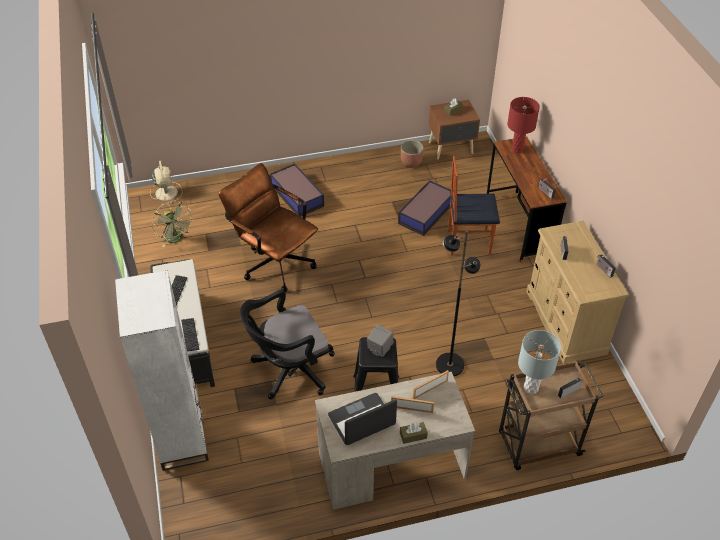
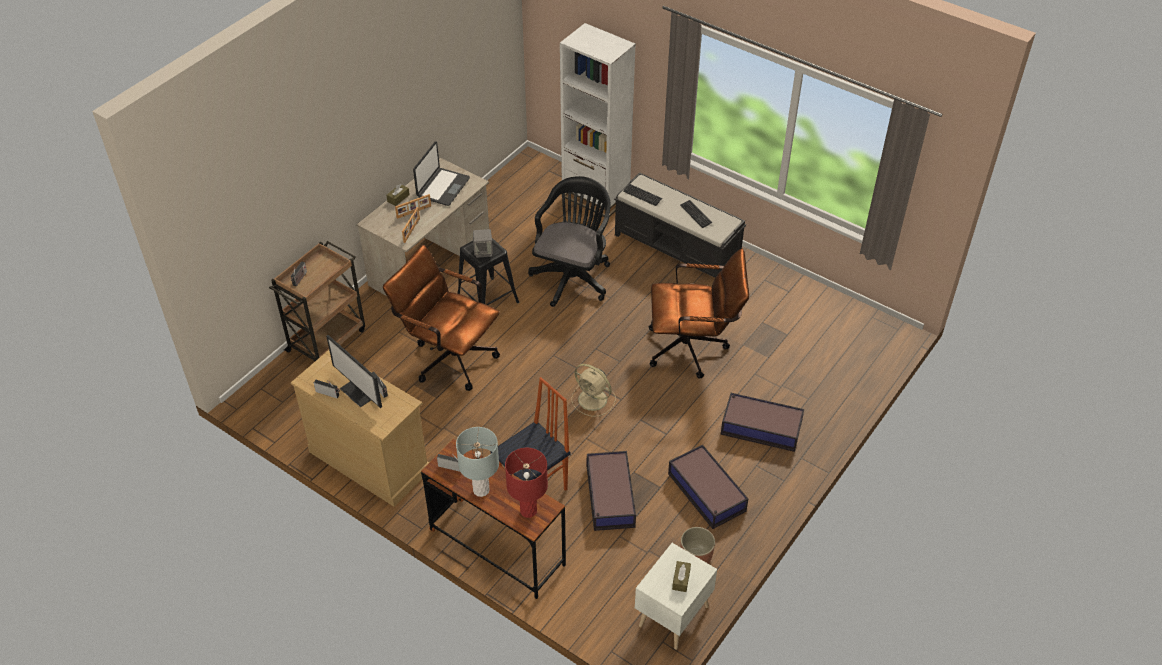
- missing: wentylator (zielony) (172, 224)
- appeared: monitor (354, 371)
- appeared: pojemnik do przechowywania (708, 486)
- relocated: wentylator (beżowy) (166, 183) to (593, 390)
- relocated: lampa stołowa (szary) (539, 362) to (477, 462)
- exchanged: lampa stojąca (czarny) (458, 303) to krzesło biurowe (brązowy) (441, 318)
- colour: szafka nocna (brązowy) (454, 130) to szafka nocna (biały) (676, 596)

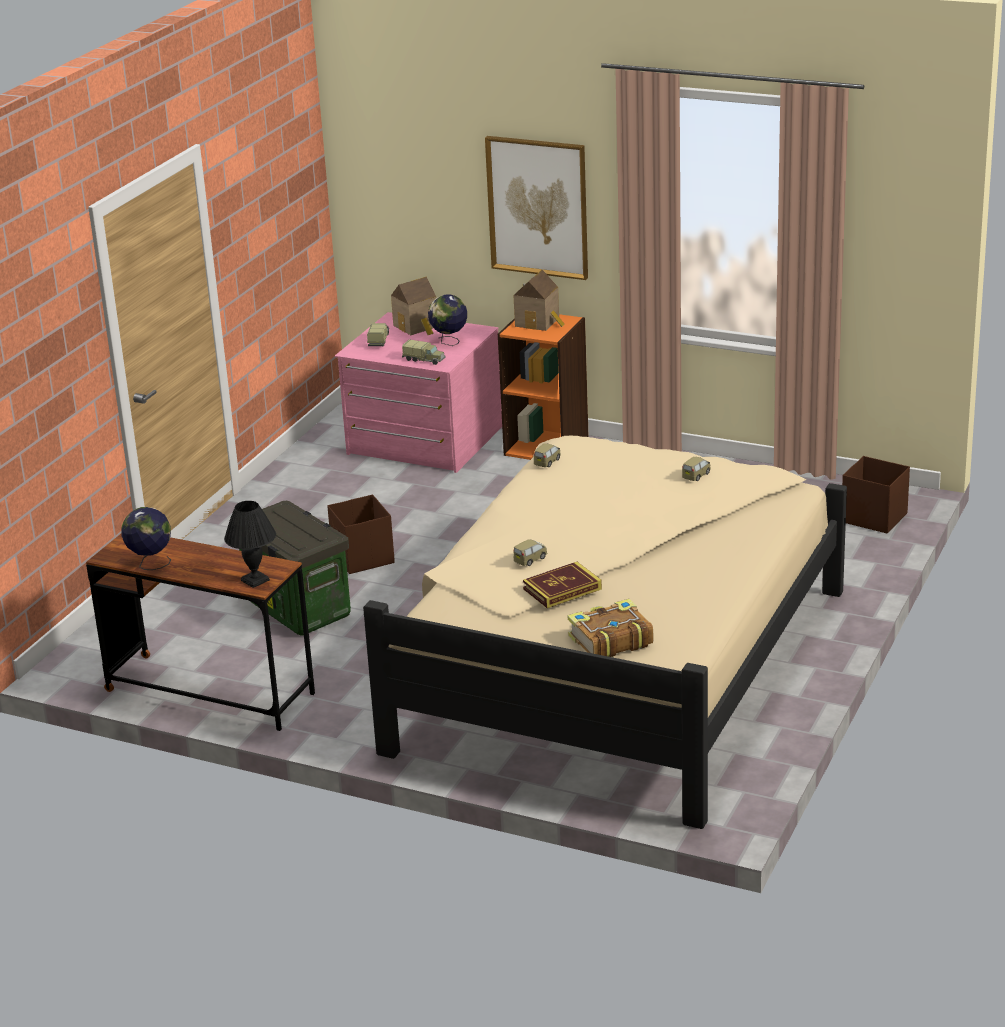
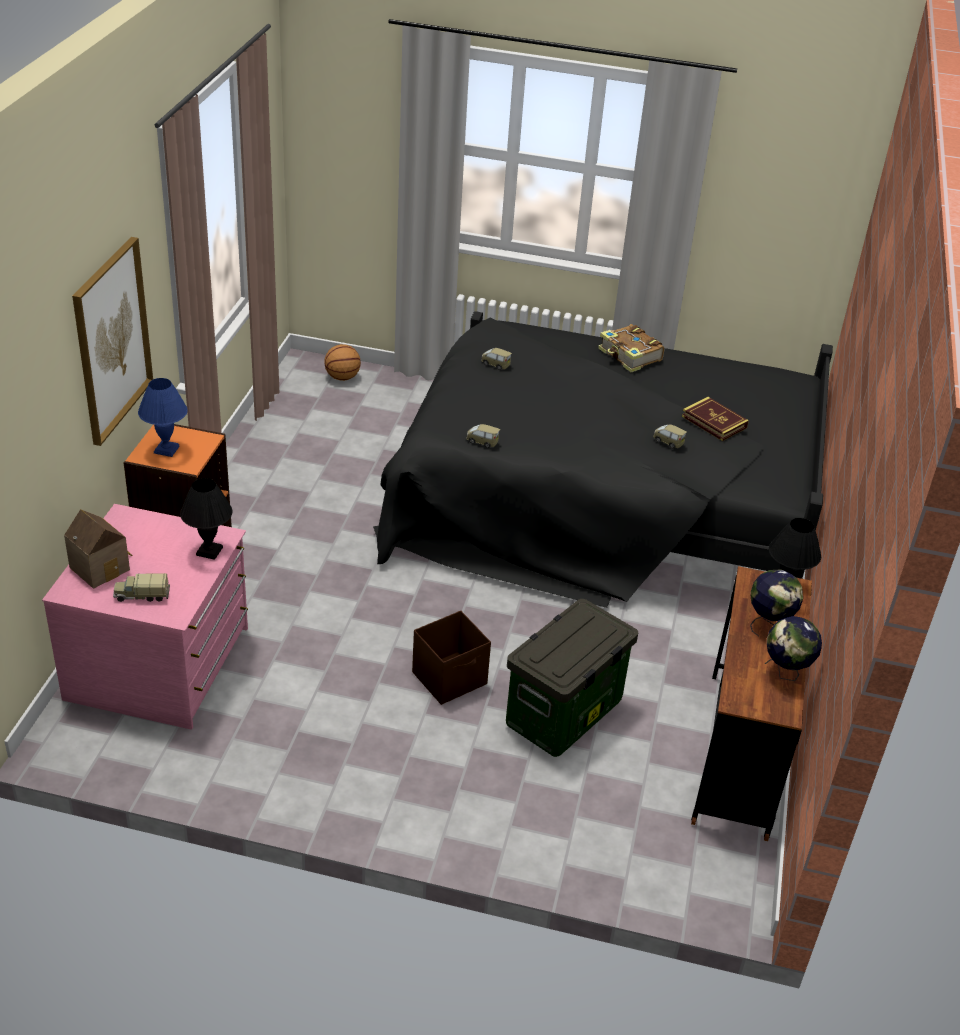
- relocated: globus (447, 320) to (776, 602)
- relocated: książka (610, 628) to (631, 348)
- exchanged: ciężarówka zabawkowa (424, 352) to lampa stołowa (czarny) (206, 519)
- exchanged: domek (539, 300) to lampa stołowa (niebieski) (163, 417)
- exchanged: pojemnik do przechowywania (brązowy) (876, 494) to piłka do koszykówki (342, 362)
- colour: łóżko (beżowy) (605, 632) to łóżko (czarny) (603, 459)

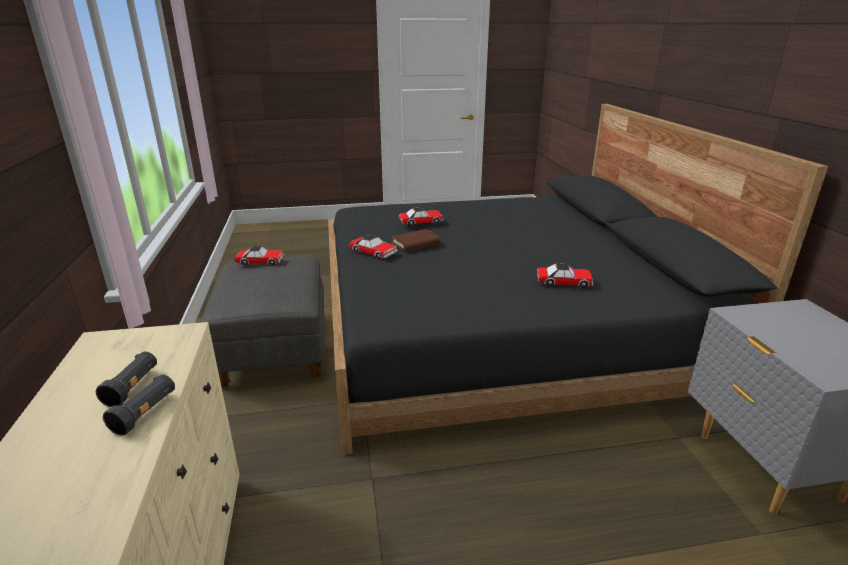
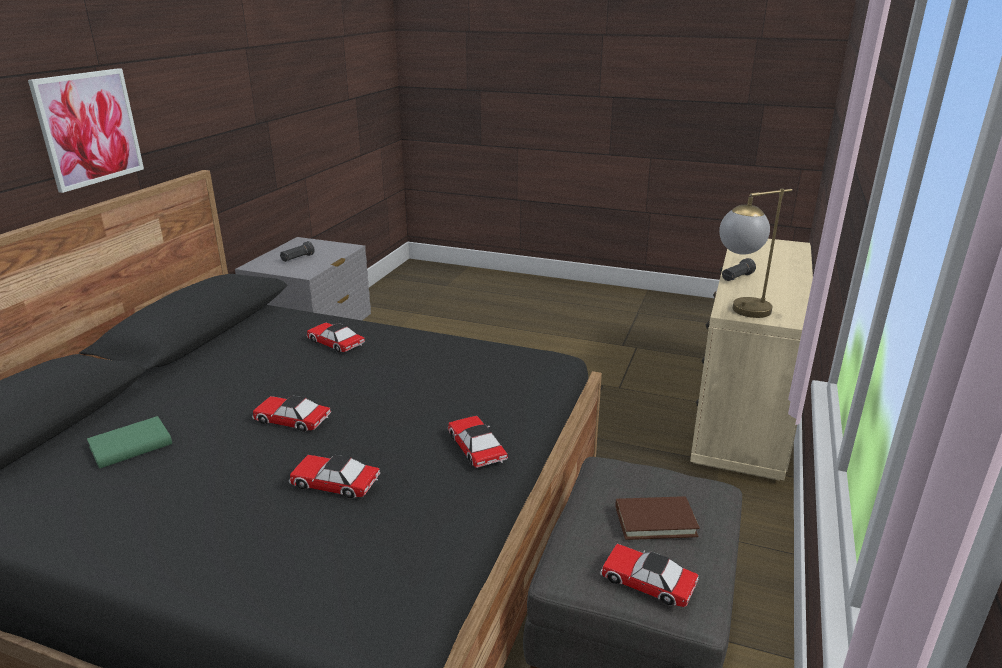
- appeared: obraz (86, 130)
- appeared: książka (zielony) (129, 442)
- appeared: samochodzik (291, 414)
- appeared: lampa stołowa (755, 253)
- relocated: latarka (czarny) (126, 379) to (297, 251)
- relocated: książka (brązowy) (416, 240) to (658, 518)

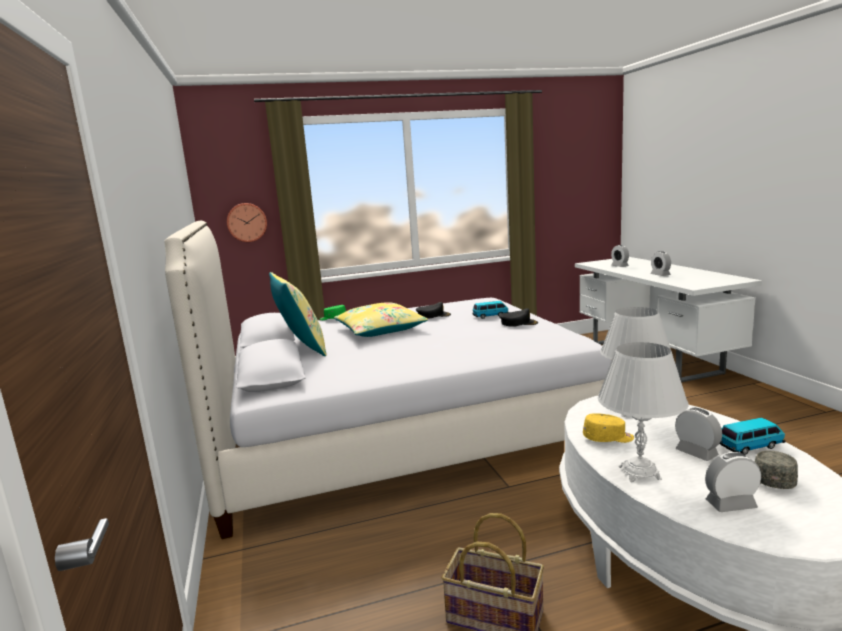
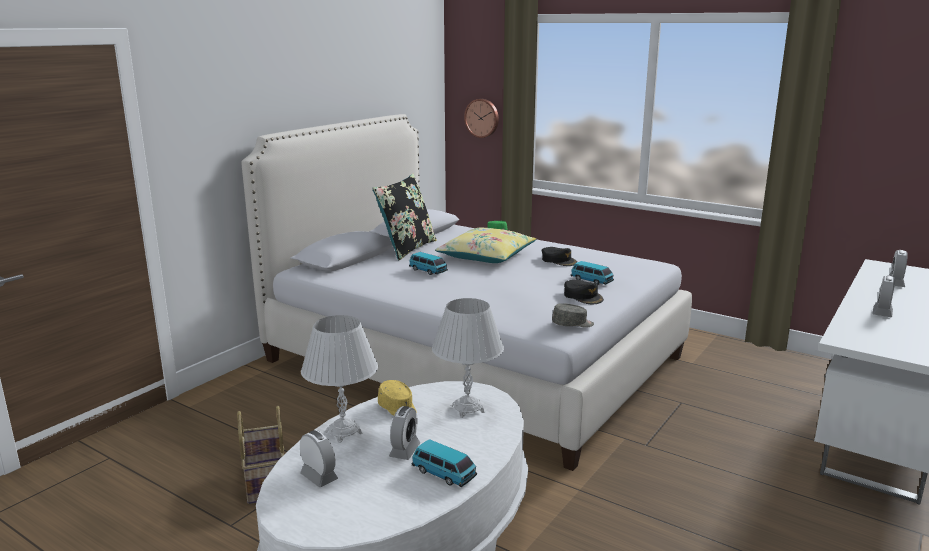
- appeared: samochodzik (428, 263)
- relocated: czapka z daszkiem (szary) (776, 470) to (573, 315)
- colour: poduszka (żółty) (298, 314) to poduszka (czarny) (404, 217)

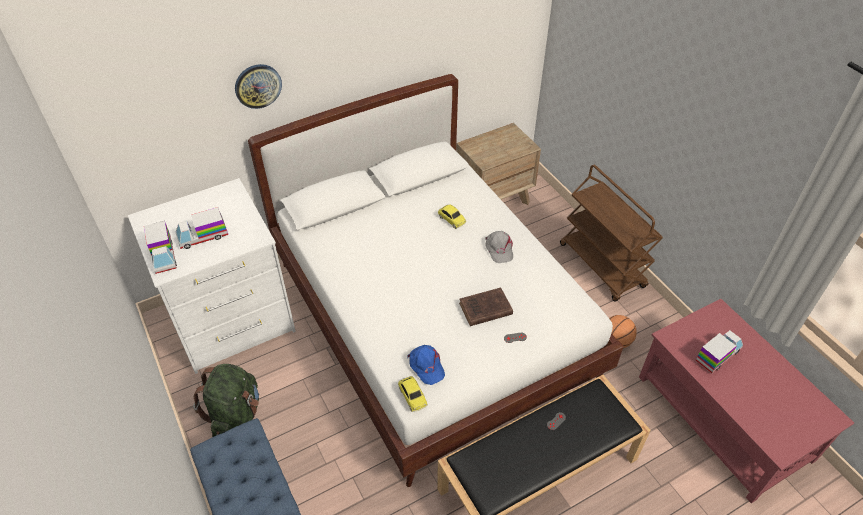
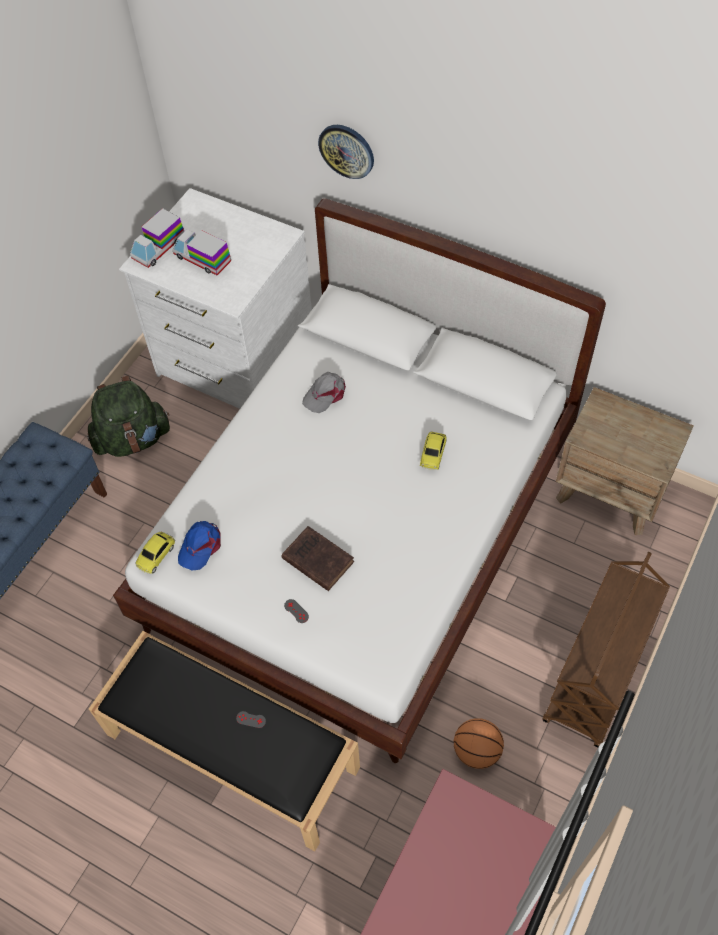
- missing: ciężarówka zabawkowa (719, 351)
- relocated: czapka z daszkiem (szary) (499, 247) to (324, 392)

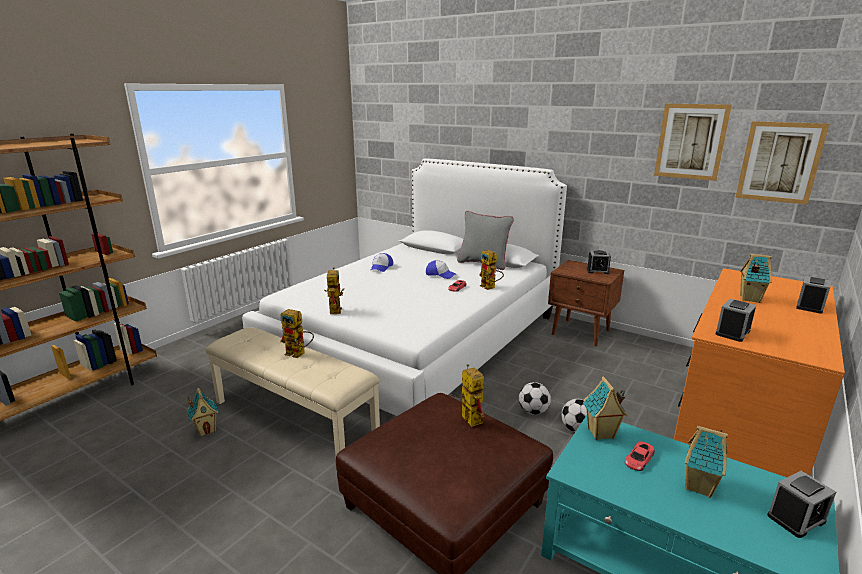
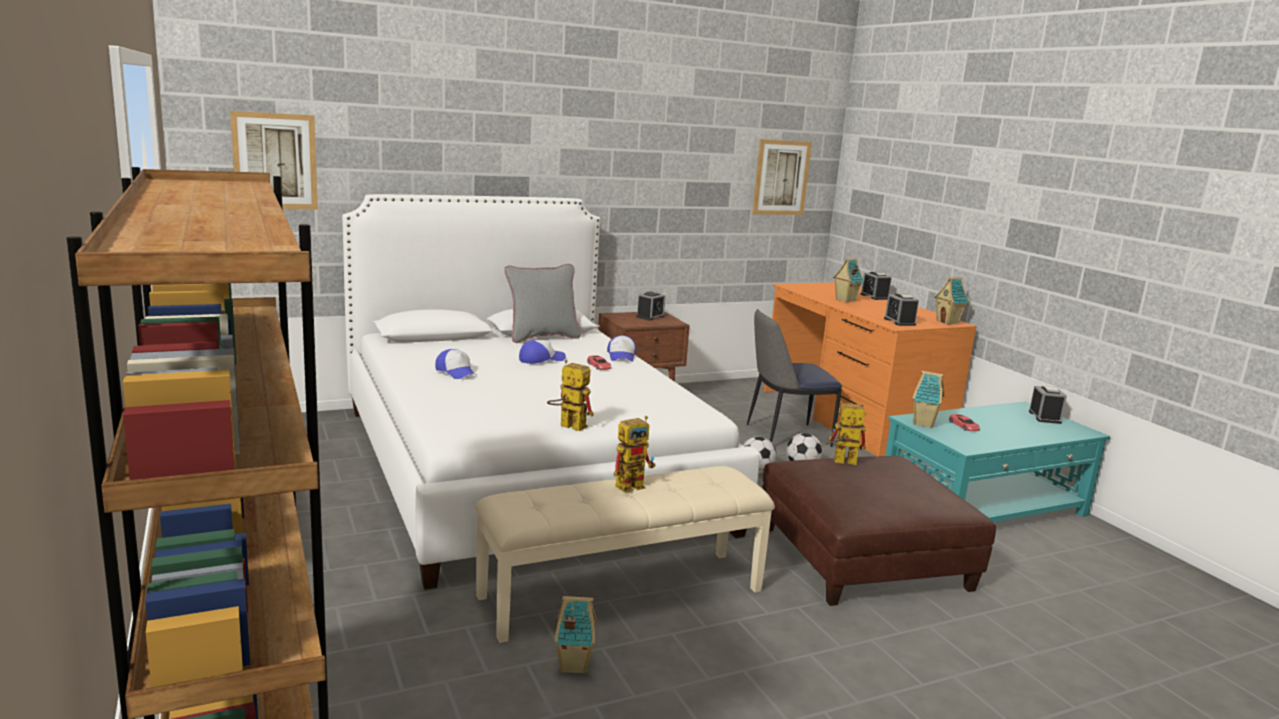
- appeared: krzesło (794, 378)
- relocated: obraz (693, 142) to (274, 160)
- relocated: domek (706, 462) to (951, 301)
- exchanged: robot zabawkowy (491, 270) to czapka z daszkiem (622, 348)

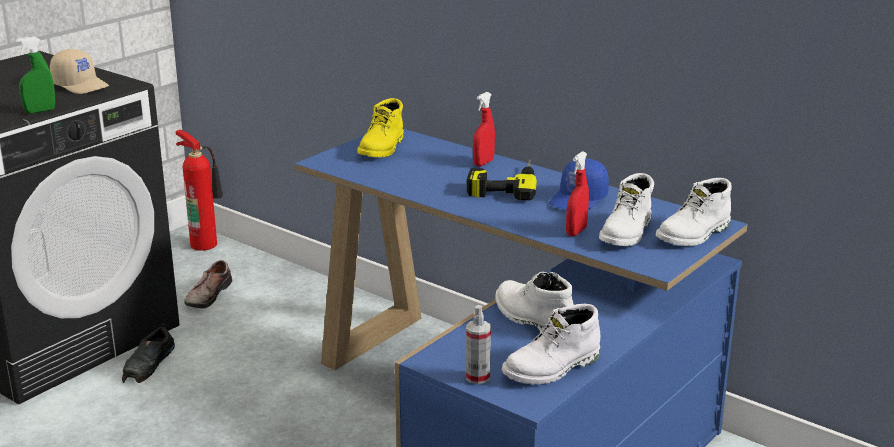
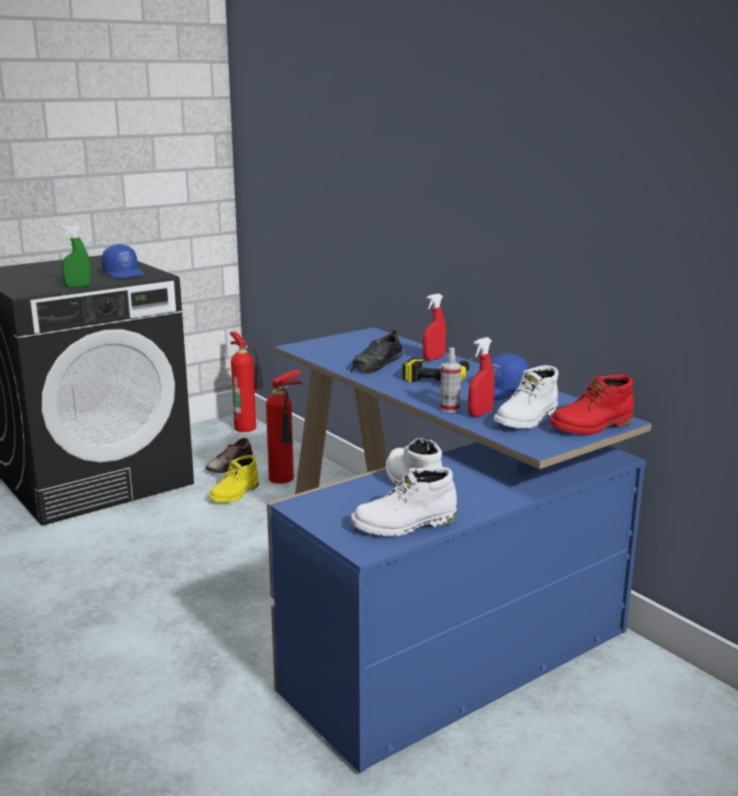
- appeared: gaśnica (284, 427)
- relocated: but (czarny) (148, 353) to (377, 352)
- relocated: but z cholewką (żółty) (380, 127) to (233, 479)
- relocated: spryskiwacz (478, 344) to (450, 380)
- colour: czapka z daszkiem (beżowy) (79, 71) to czapka z daszkiem (niebieski) (123, 261)
- colour: but z cholewką (biały) (694, 212) to but z cholewką (czerwony) (591, 405)

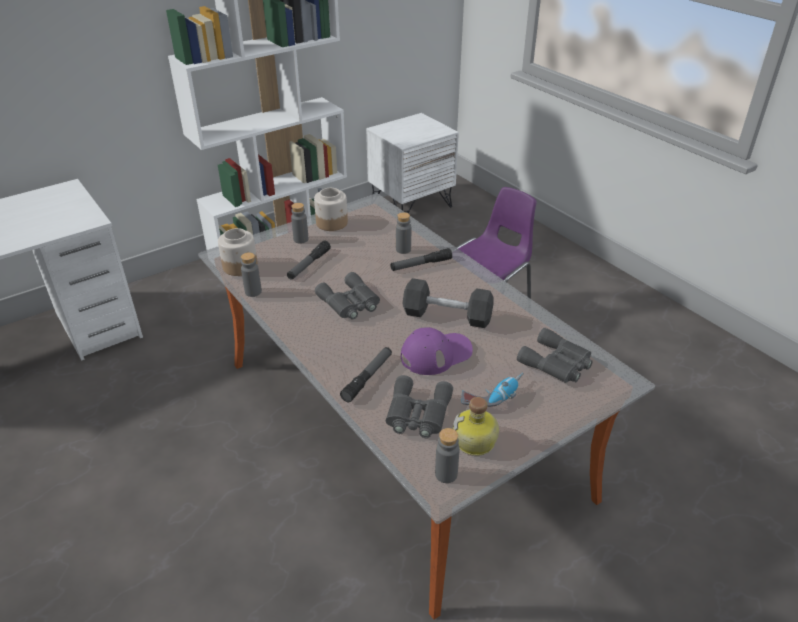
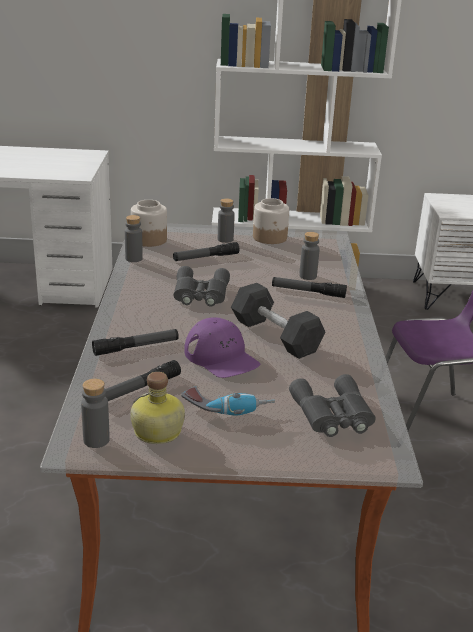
- exchanged: lornetka (szary) (419, 406) to latarka (143, 380)
- spun: czapka z daszkiem (fioletowy) (437, 351) = (222, 347) 45 degrees clockwise

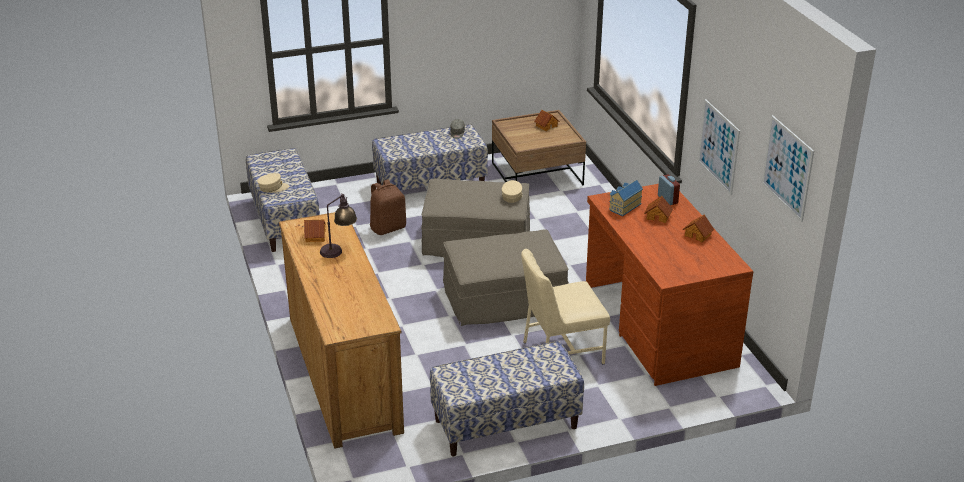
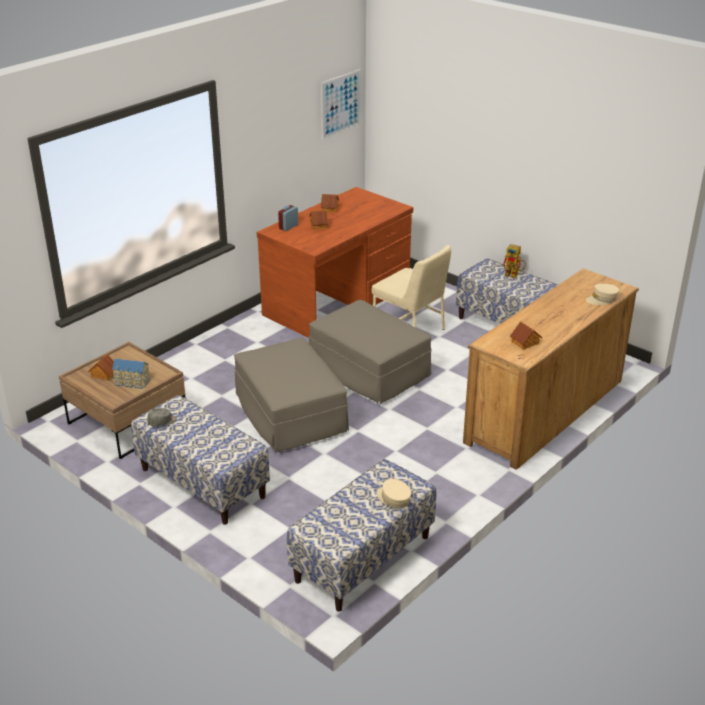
- missing: lampa stołowa (338, 225)
- missing: plecak (brązowy) (388, 207)
- missing: obraz (719, 147)
- appeared: robot zabawkowy (514, 261)
- relocated: czapka z daszkiem (beżowy) (512, 191) to (602, 294)
- relocated: domek (626, 198) to (131, 373)

